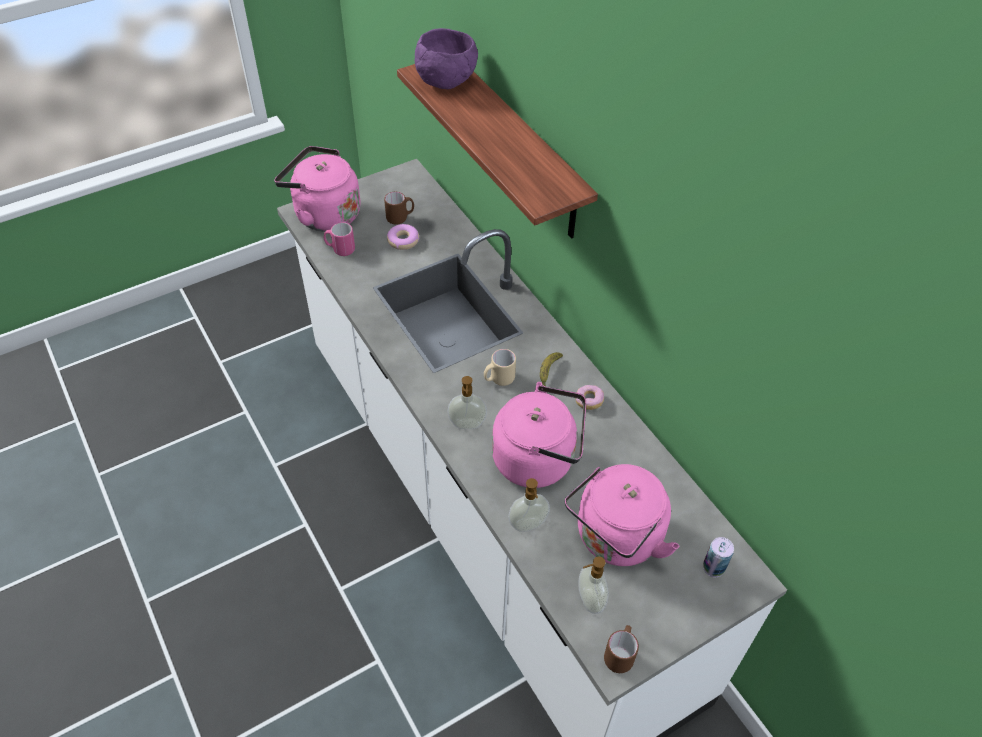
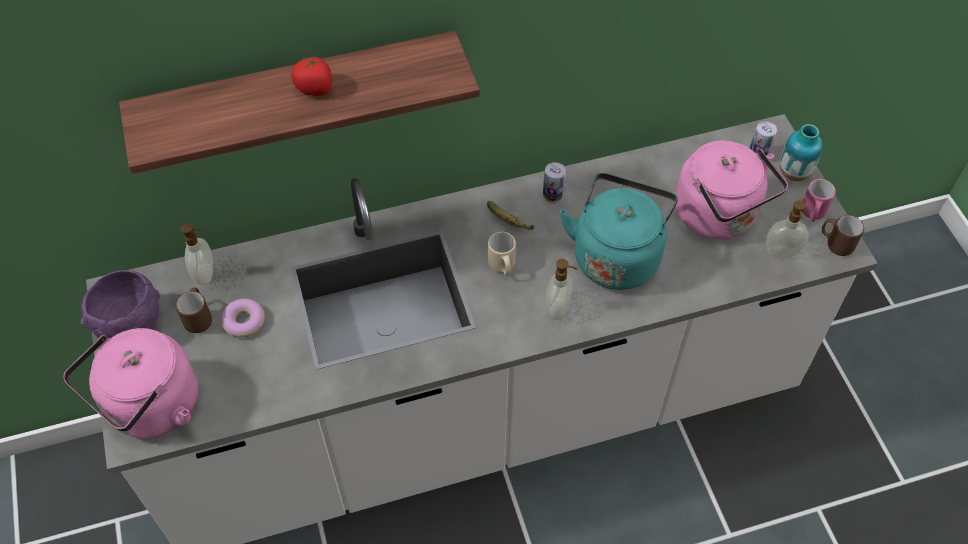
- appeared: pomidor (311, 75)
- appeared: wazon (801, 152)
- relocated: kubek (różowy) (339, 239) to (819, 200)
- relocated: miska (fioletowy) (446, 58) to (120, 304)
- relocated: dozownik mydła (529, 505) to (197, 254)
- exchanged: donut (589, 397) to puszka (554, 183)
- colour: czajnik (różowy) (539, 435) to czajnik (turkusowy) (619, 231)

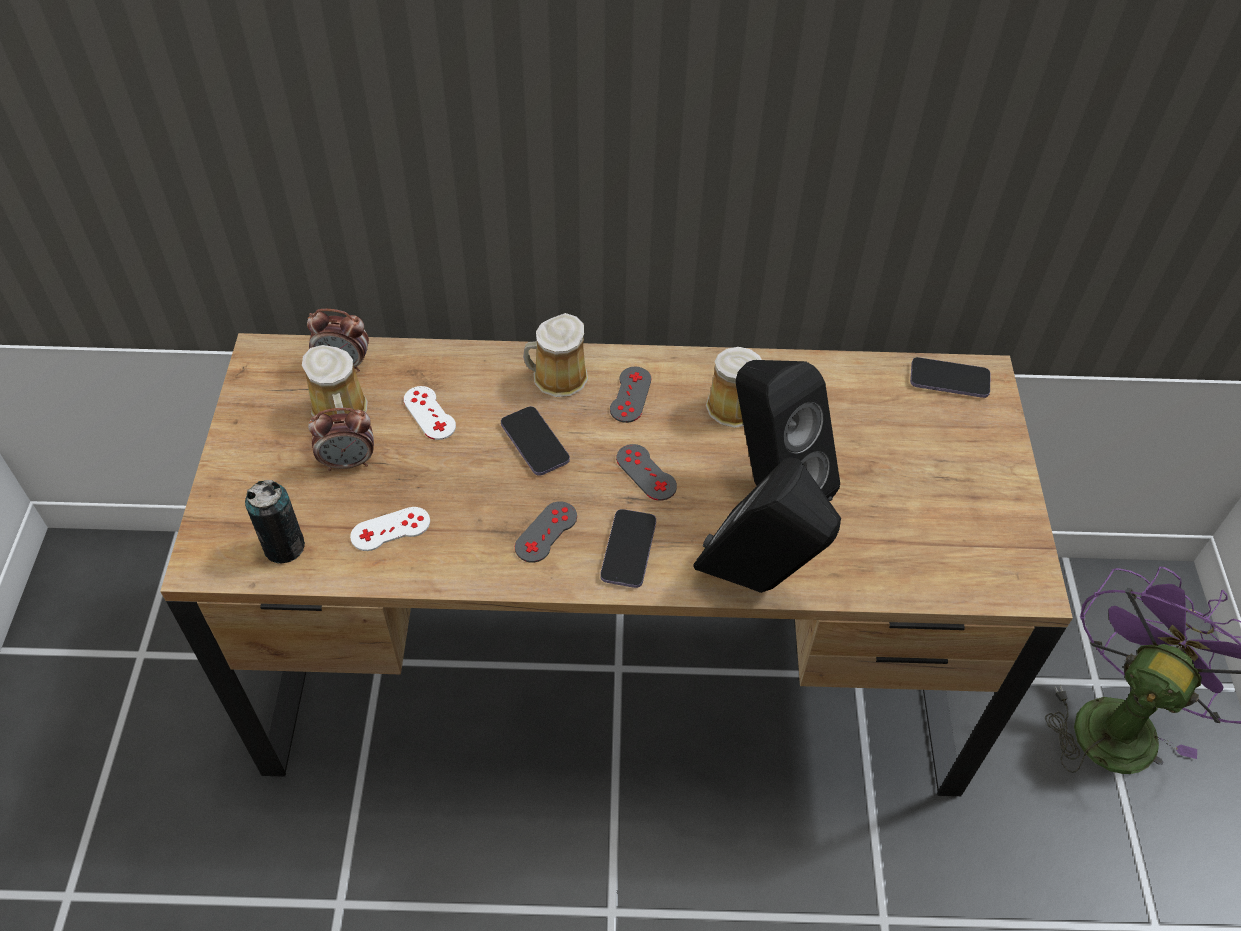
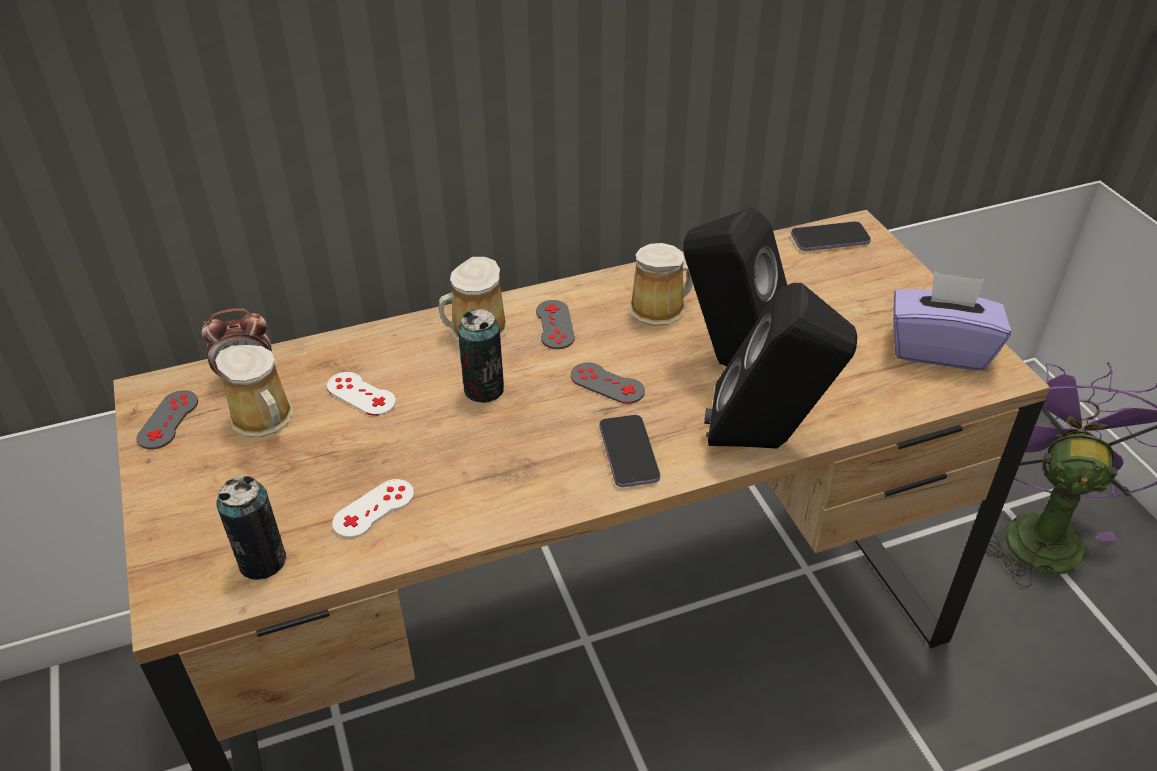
- missing: budzik (341, 439)
- appeared: pudełko chusteczek (fioletowy) (952, 321)
- relocated: pad do gier (szary) (546, 532) to (167, 419)
- exchanged: telefon (535, 441) to puszka (481, 356)

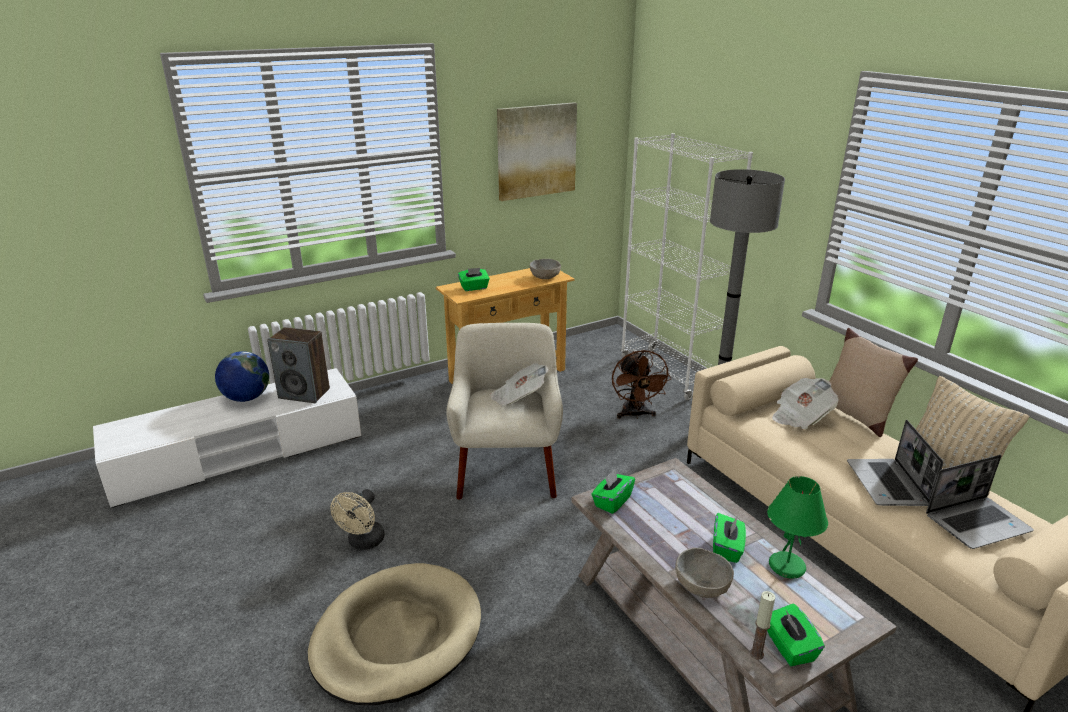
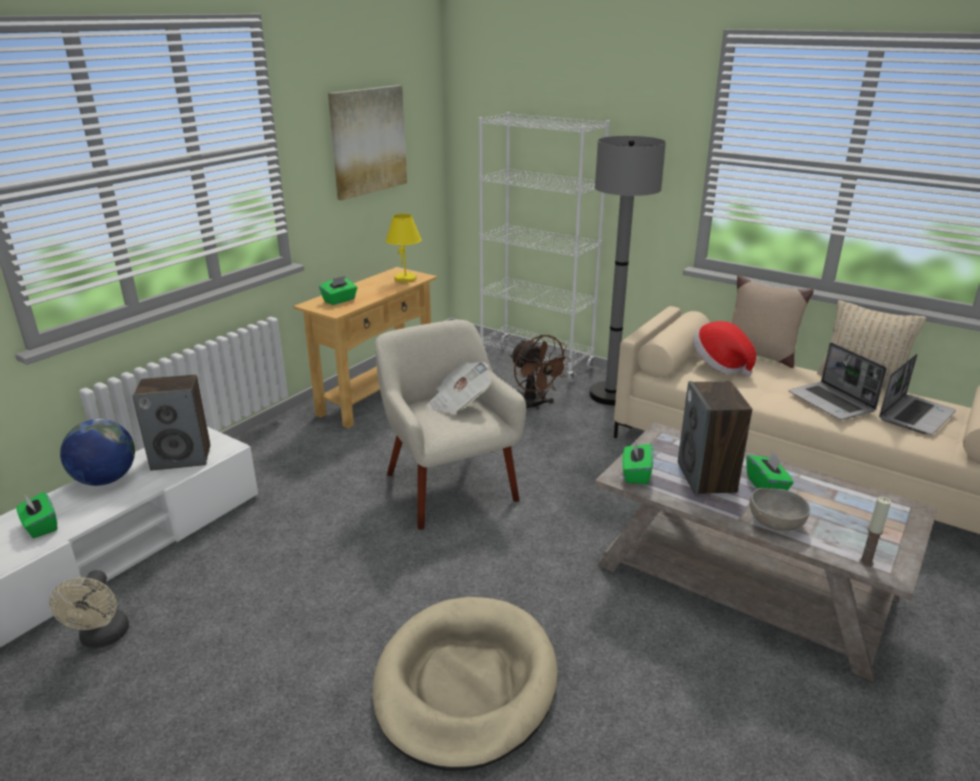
- missing: lampa stołowa (zielony) (797, 527)
- appeared: głośnik (715, 438)
- relocated: wentylator (beżowy) (357, 519) to (89, 609)
- relocated: pudełko chusteczek (zielony) (796, 635) to (37, 515)
- exchanged: miska (szary) (545, 269) to lampa stołowa (żółty) (404, 248)
- exchanged: gazeta (805, 403) to kapelusz (724, 348)

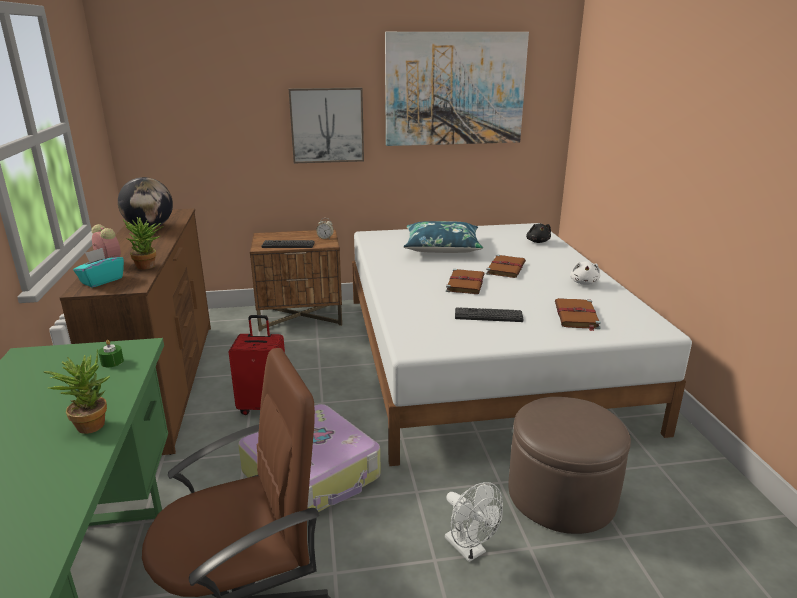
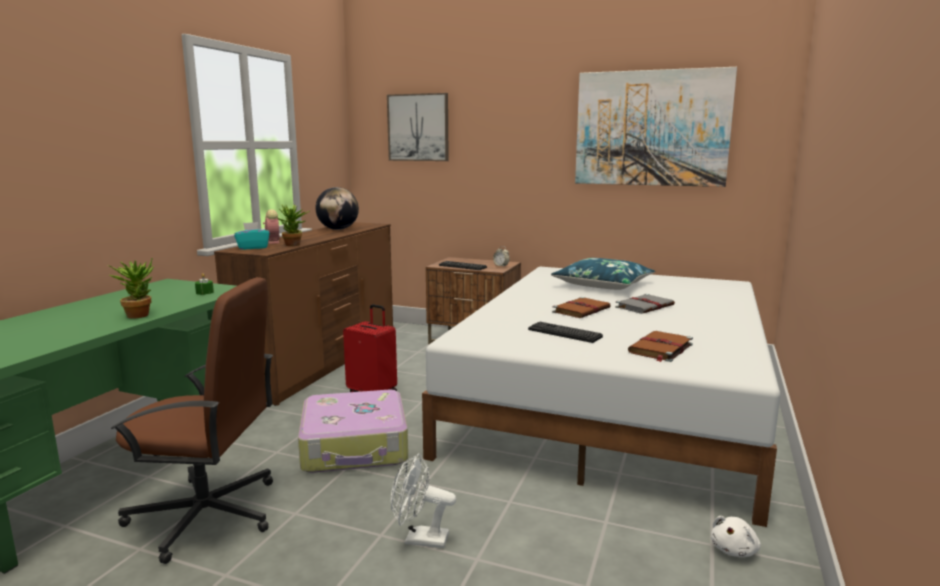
- missing: pufa (brązowy) (569, 465)
- missing: pluszak (czarny) (538, 233)
- relocated: obraz (326, 125) to (418, 127)
- relocated: pluszak (biały) (585, 273) to (736, 536)
- colour: książka (brązowy) (506, 266) to książka (szary) (645, 304)
- spun: wentylator (biały) (474, 522) = (423, 500) 105 degrees clockwise

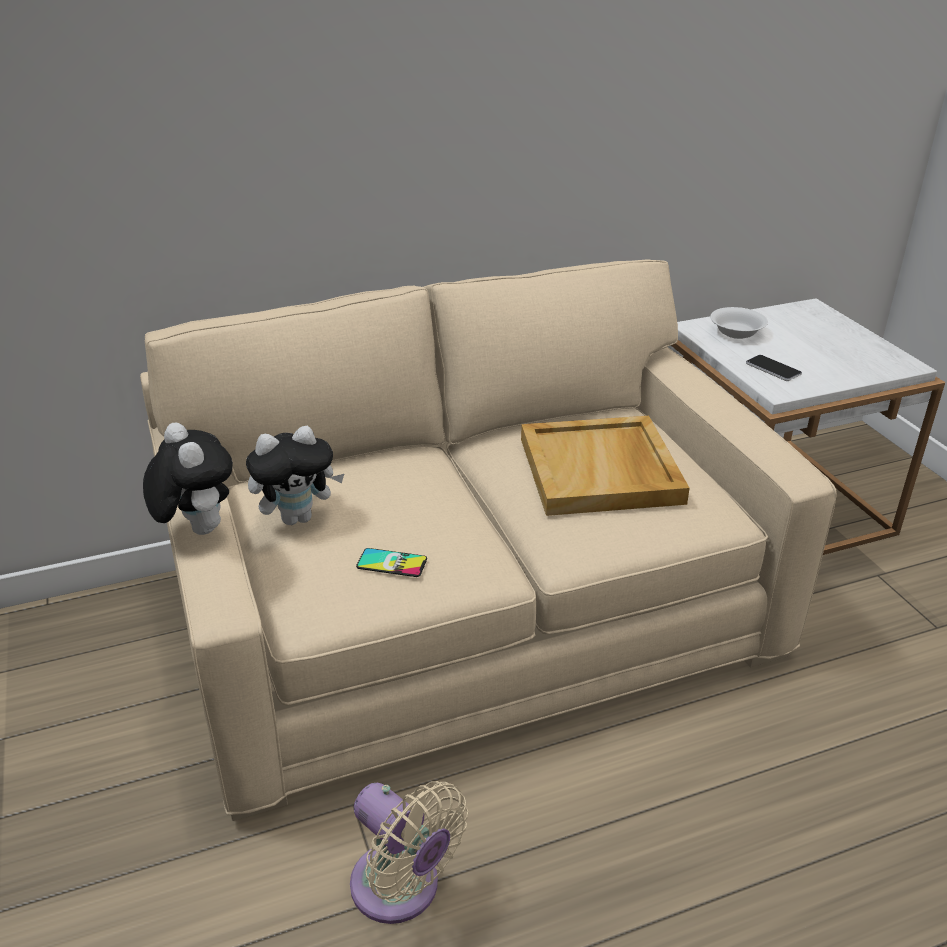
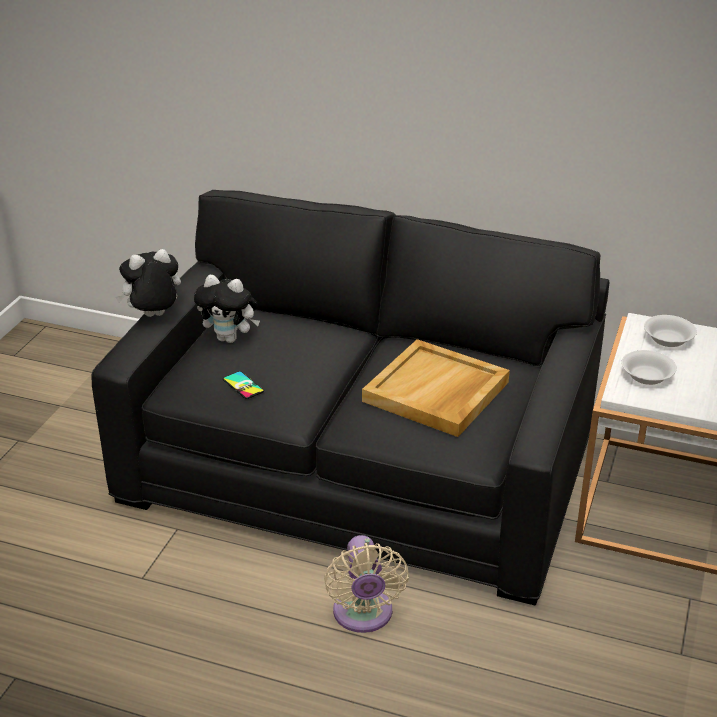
- relocated: wentylator (beżowy) (409, 852) to (366, 584)
- exchanged: telefon (774, 368) to miska (biały) (649, 367)
- colour: kanapa (beżowy) (488, 540) to kanapa (czarny) (350, 398)
- spun: pluszak (188, 478) = (148, 283) 120 degrees counterclockwise

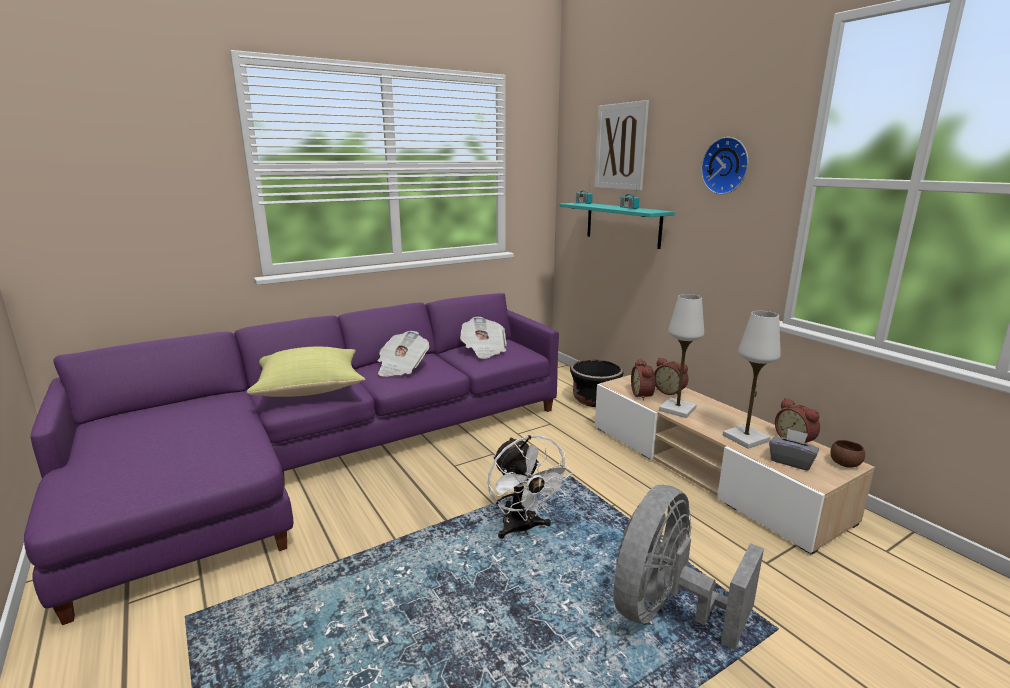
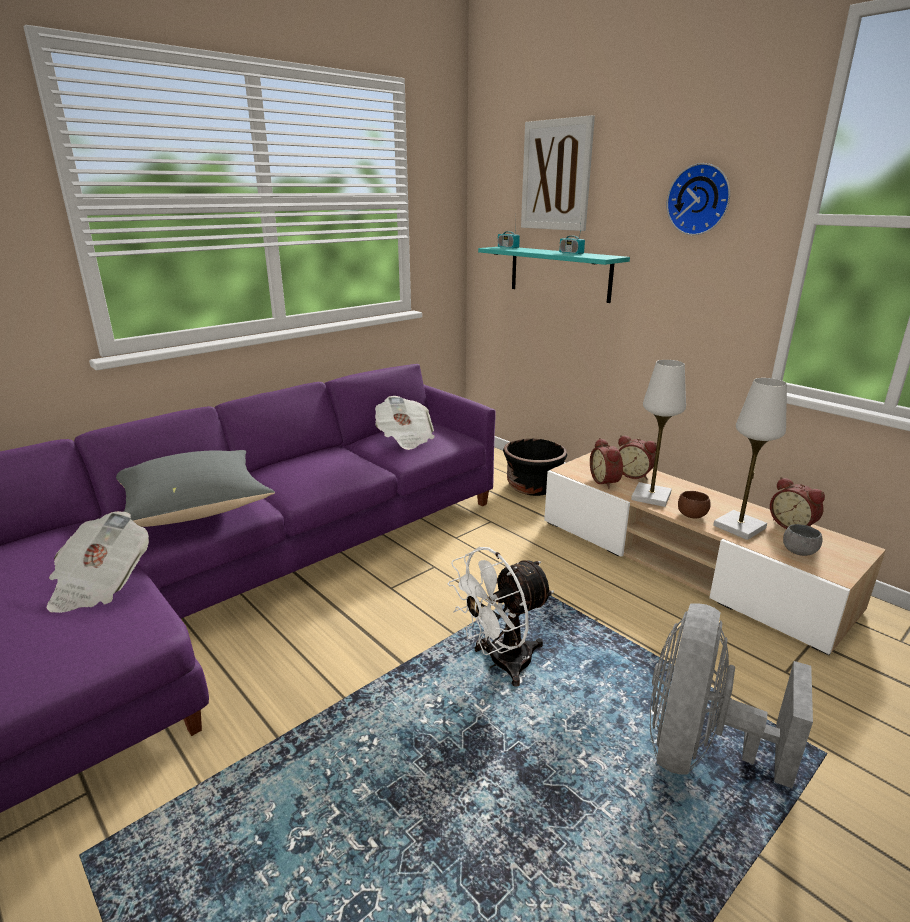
- relocated: gazeta (403, 354) to (98, 562)
- relocated: miska (brązowy) (848, 454) to (694, 505)
- exchanged: pudełko chusteczek (szary) (794, 450) to miska (szary) (803, 540)
- colour: poduszka (żółty) (306, 372) to poduszka (szary) (195, 488)
- spun: wentylator (biały) (530, 487) = (501, 617) 90 degrees clockwise

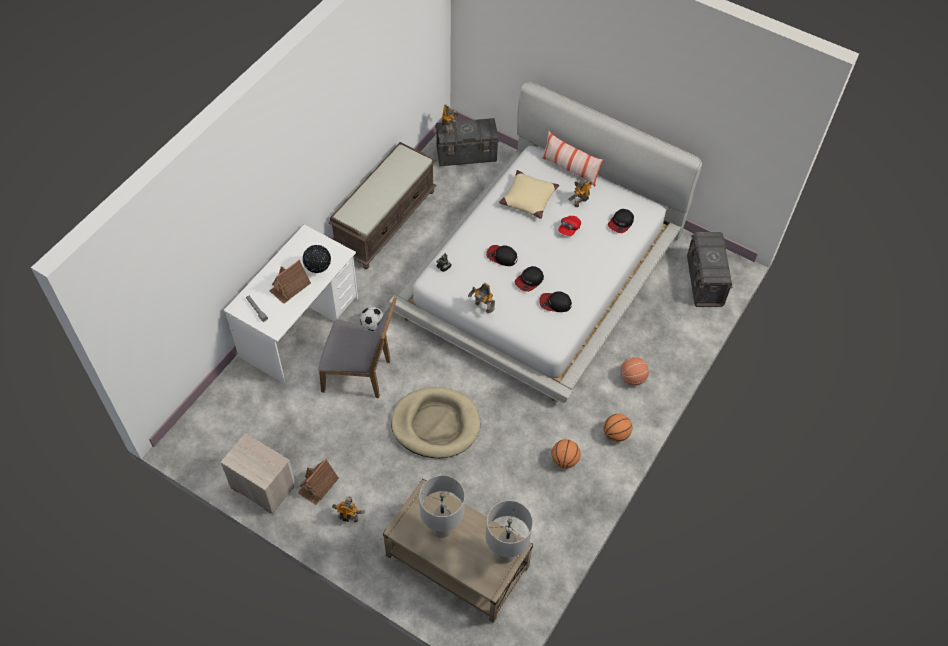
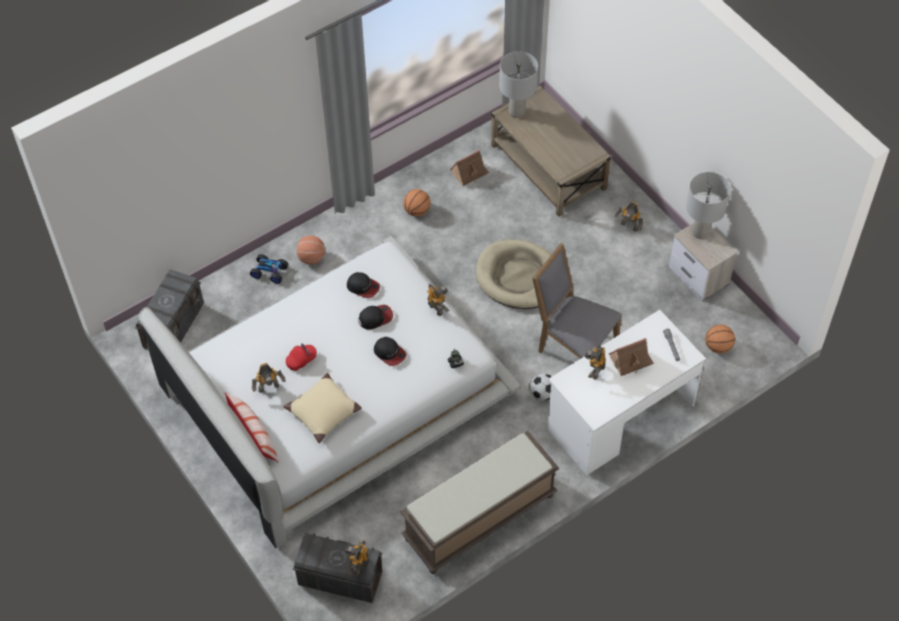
- missing: czapka z daszkiem (621, 221)
- appeared: samochodzik (269, 269)
- relocated: domek (318, 482) to (470, 168)
- relocated: lampa stołowa (szary) (442, 506) to (708, 205)
- relocated: piłka do koszykówki (618, 428) to (720, 339)
- exchanged: globus (317, 259) to robot zabawkowy (595, 362)

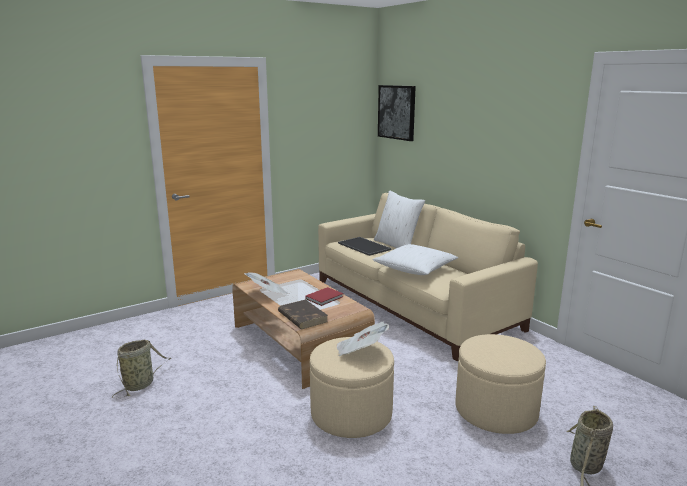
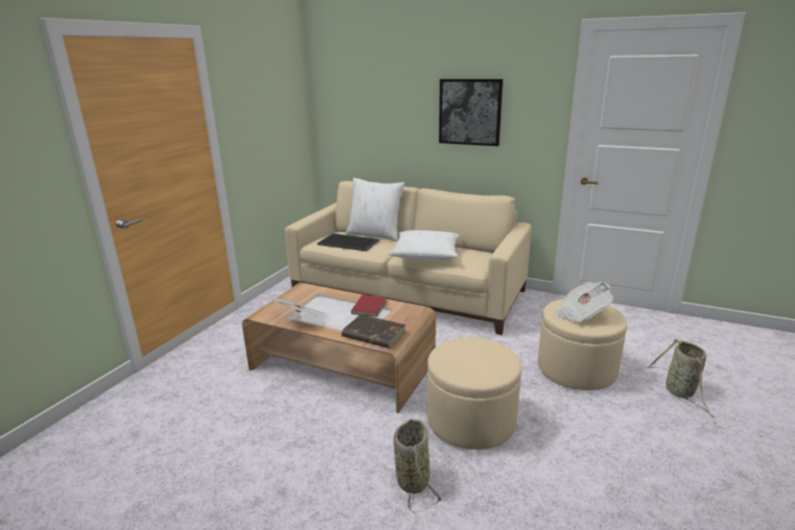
- relocated: koszyk (141, 369) to (417, 466)
- relocated: gazeta (363, 339) to (583, 302)
- relocated: obraz (397, 113) to (471, 112)

